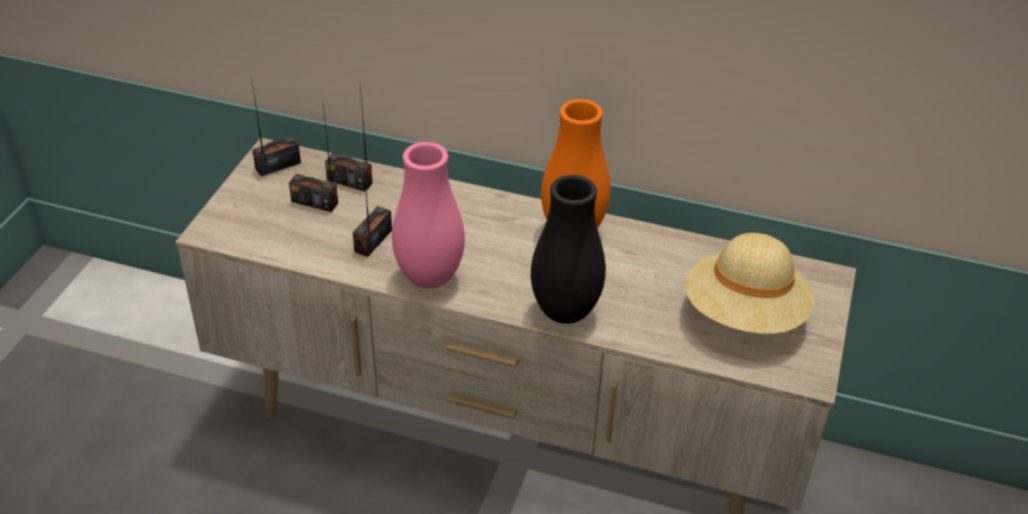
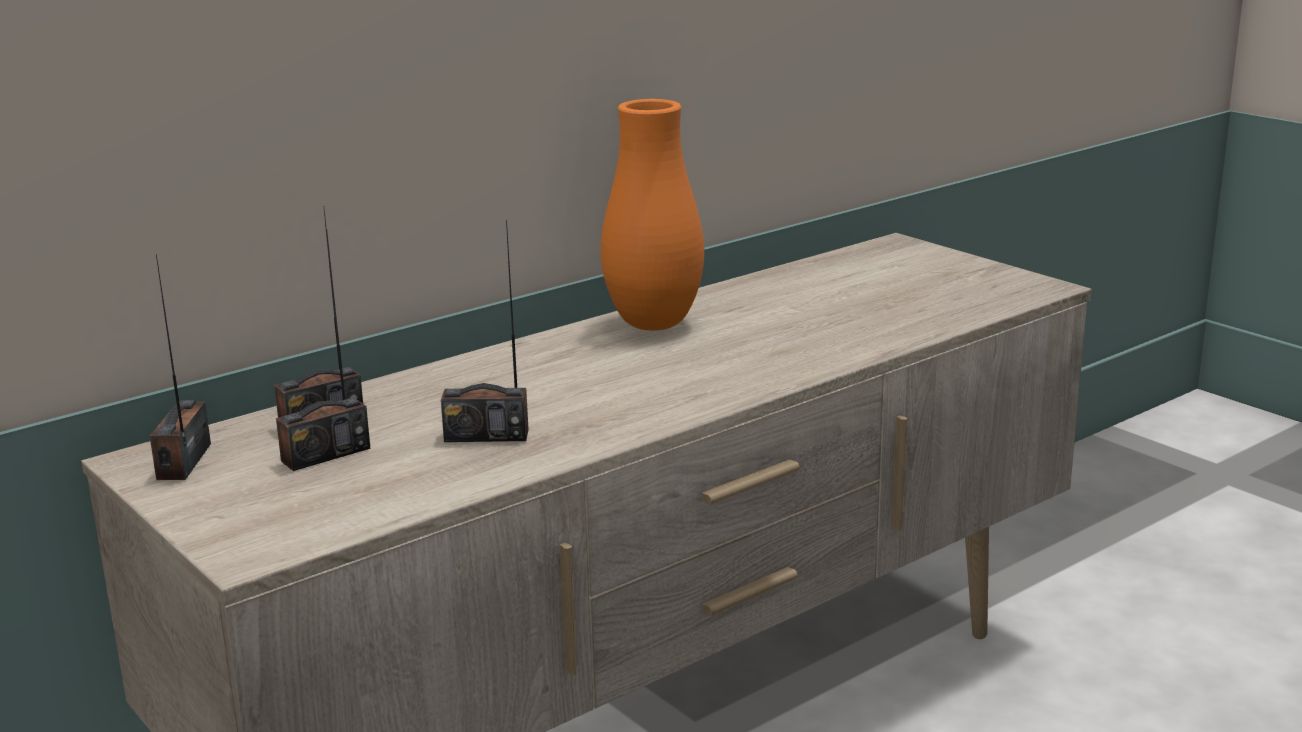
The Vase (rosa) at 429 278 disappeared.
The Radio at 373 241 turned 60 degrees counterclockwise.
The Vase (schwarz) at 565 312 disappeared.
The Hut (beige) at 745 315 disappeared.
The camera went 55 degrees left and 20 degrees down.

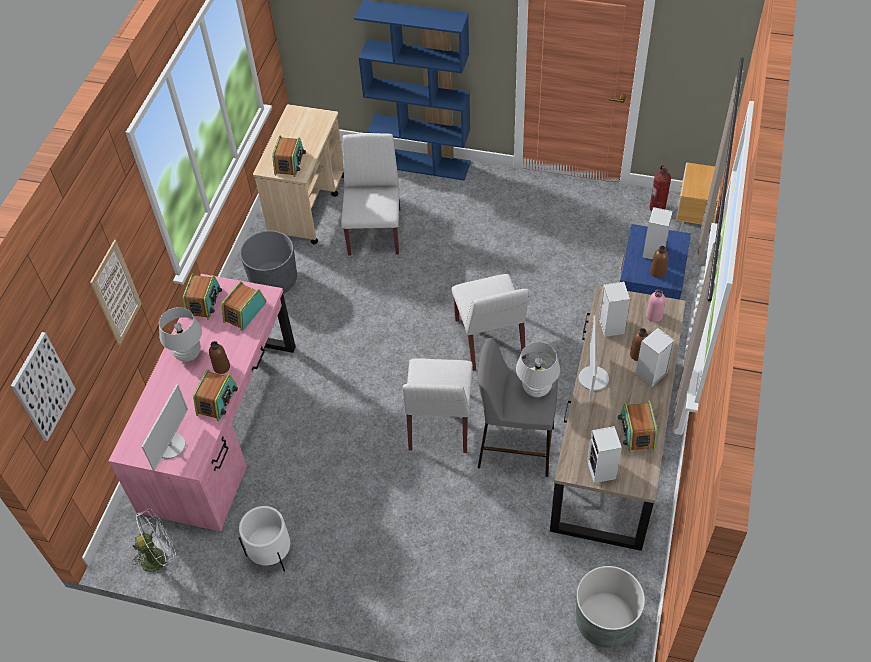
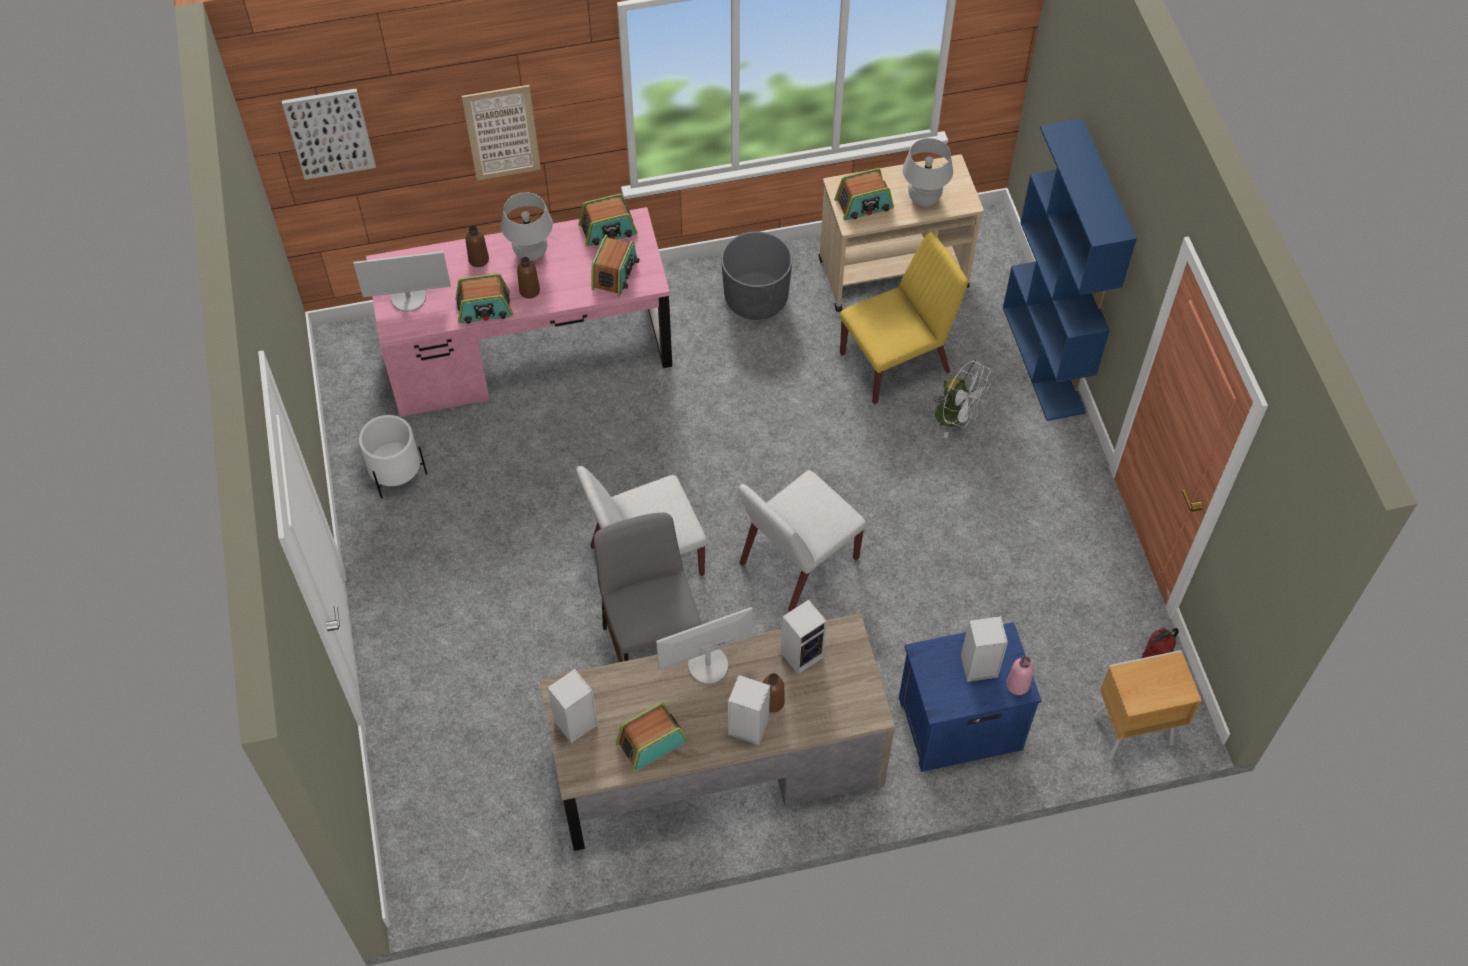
The Stuhl (weiß) at 374 231 became the Stuhl (gelb) at 896 362.
The Flasche (braun) moved from 658 272 to 478 259.
The Radio at 244 312 turned 105 degrees clockwise.
The Flasche (rosa) moved from 654 315 to 1018 684.
The Tischlampe (weiß) moved from 536 389 to 923 198.
The Ventilator (weiß) moved from 159 556 to 956 417.
The Pflanzkübel (grau) at 605 621 disappeared.
The camera went 60 degrees right and 5 degrees up.

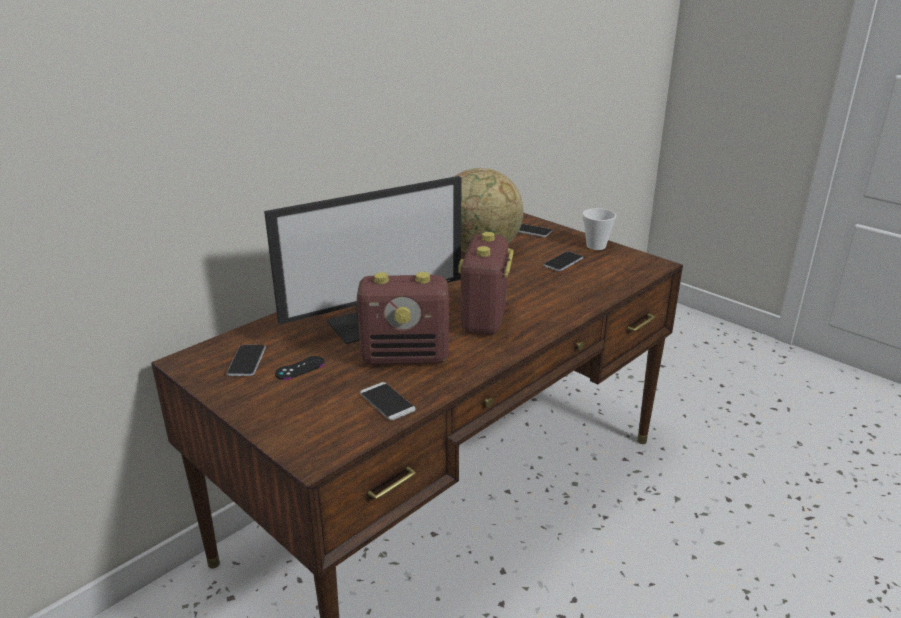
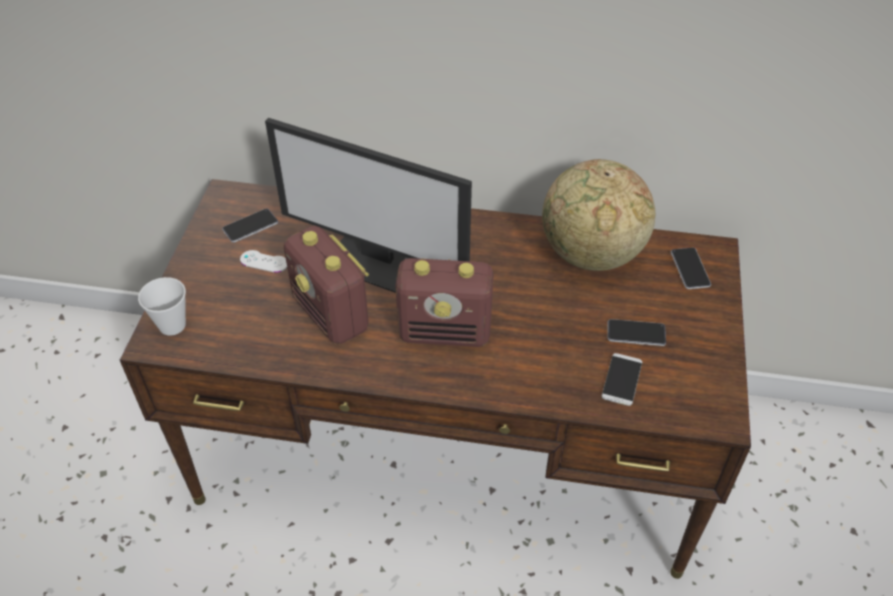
The Tasse moved from 596 246 to 172 325.
The Radio at 484 319 turned 150 degrees counterclockwise.
The Gamepad (schwarz) at 300 368 became the Gamepad (weiß) at 264 261.
The Handy moved from 387 402 to 622 379.
The camera went 55 degrees right and 20 degrees up.

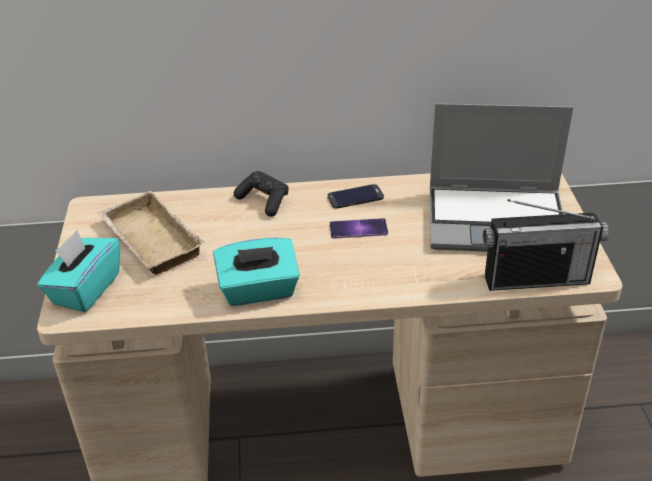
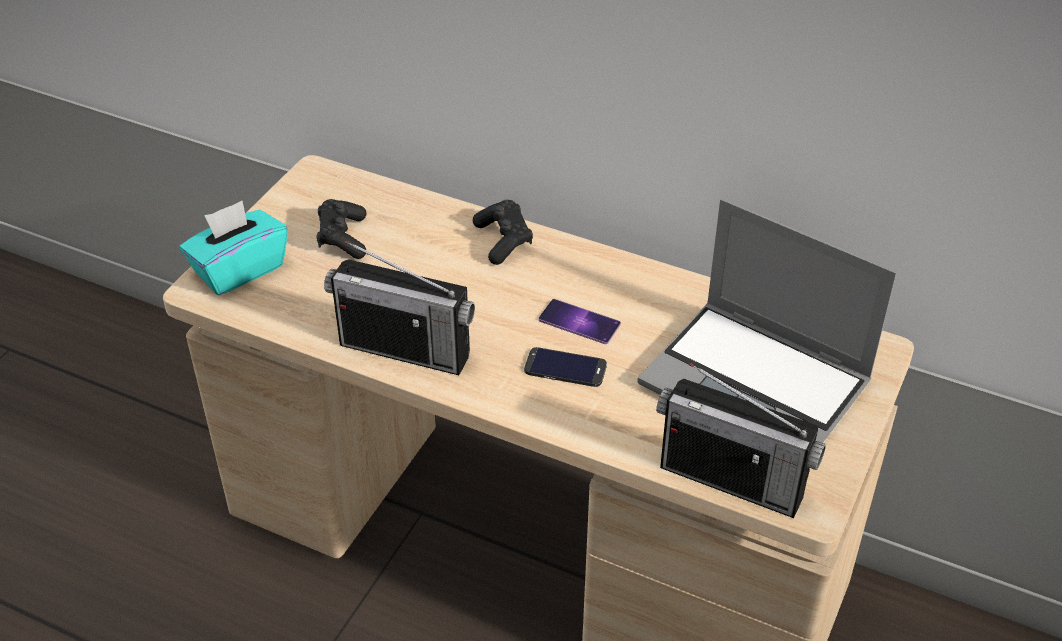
The Handy moved from 355 197 to 565 368.
The Tablett (beige) at 148 240 was replaced by the Gamepad (schwarz) at 343 238.
The Taschentuchbox (türkis) at 259 291 was replaced by the Radio at 405 349.
The camera went 30 degrees right and 5 degrees up.

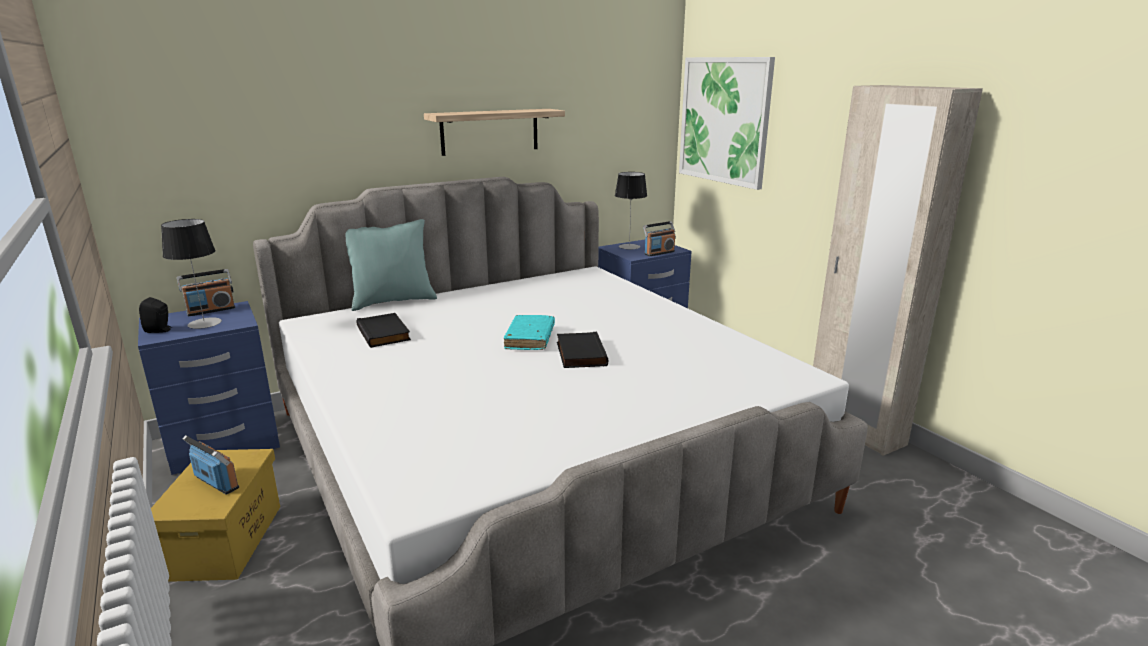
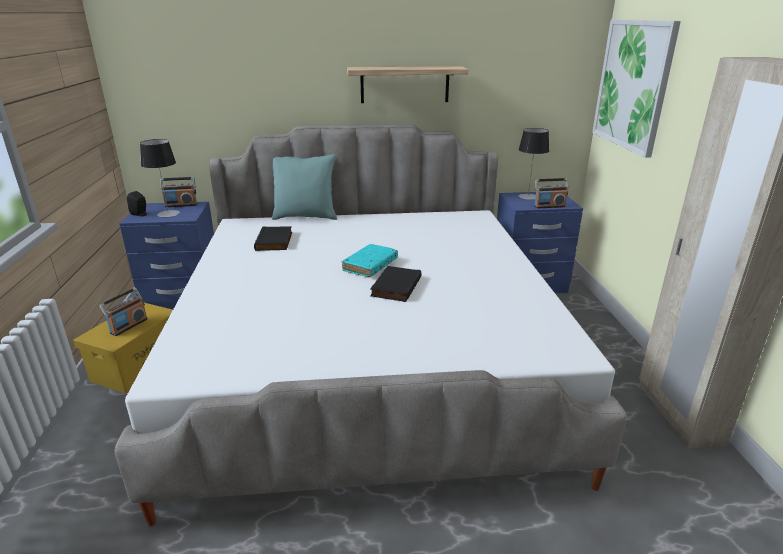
The Radio at 216 483 turned 60 degrees clockwise.
The camera went 25 degrees right and 5 degrees up.

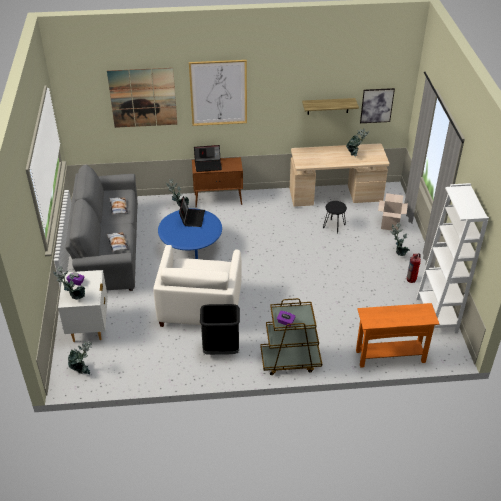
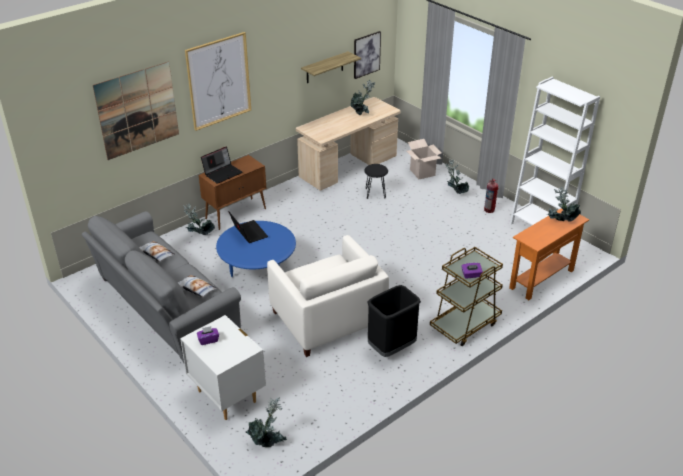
The Topfpflanze moved from 73 297 to 560 223.
The camera went 35 degrees left and 5 degrees down.

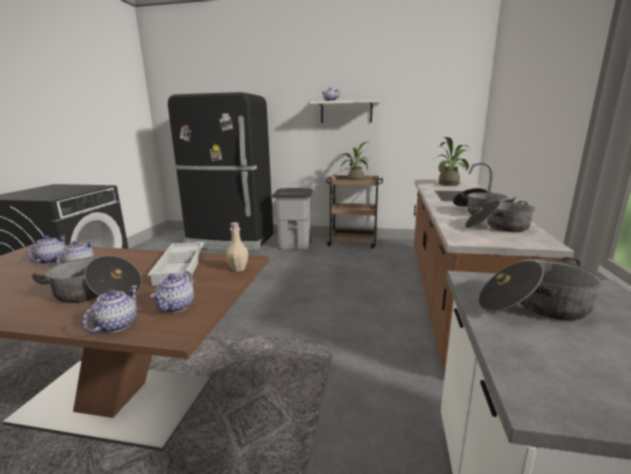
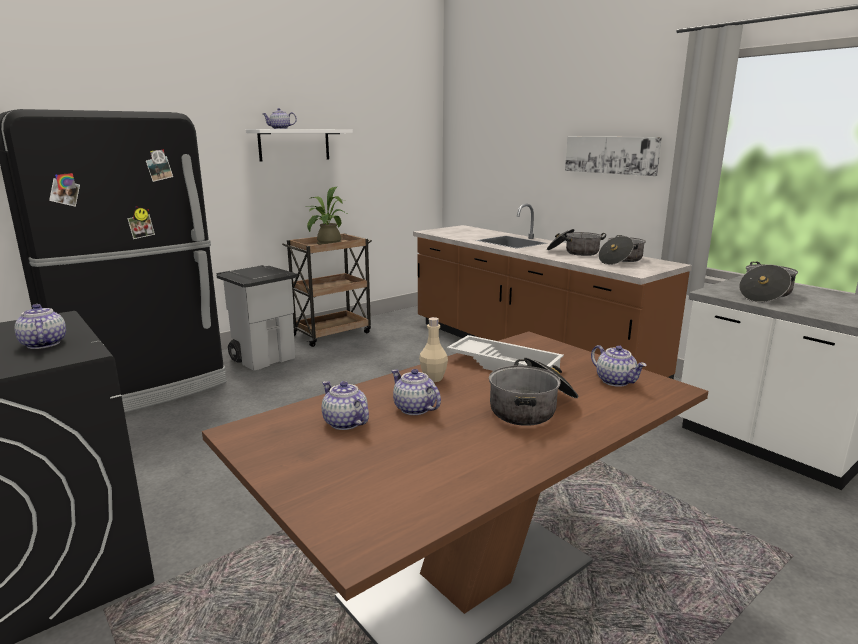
The Topfpflanze at 451 184 disappeared.
The Flasche (beige) moved from 238 269 to 433 378.
The Teekanne moved from 116 325 to 43 344.
The Bild at 611 155 appeared.
The camera went 50 degrees left and 0 degrees up.

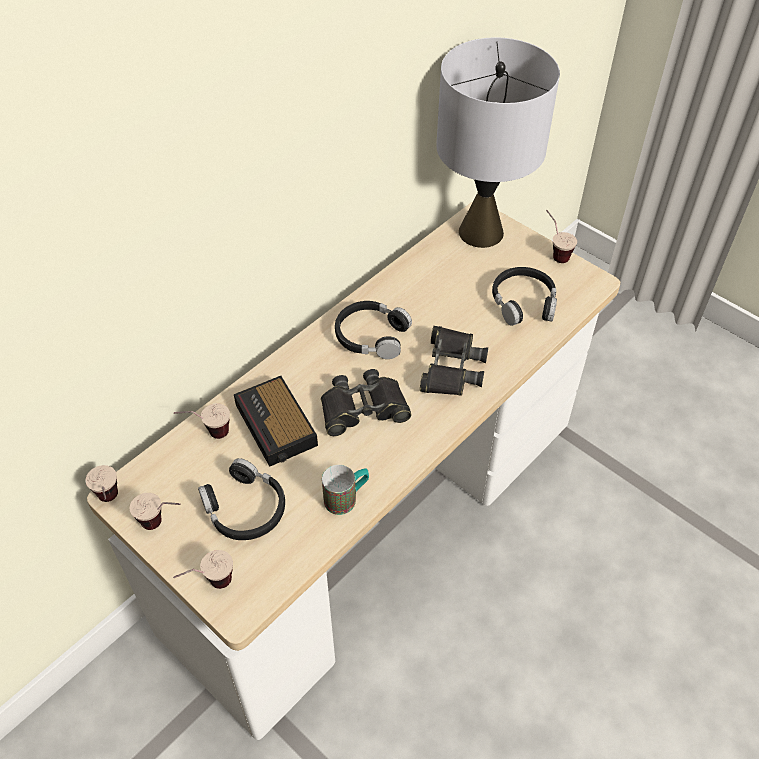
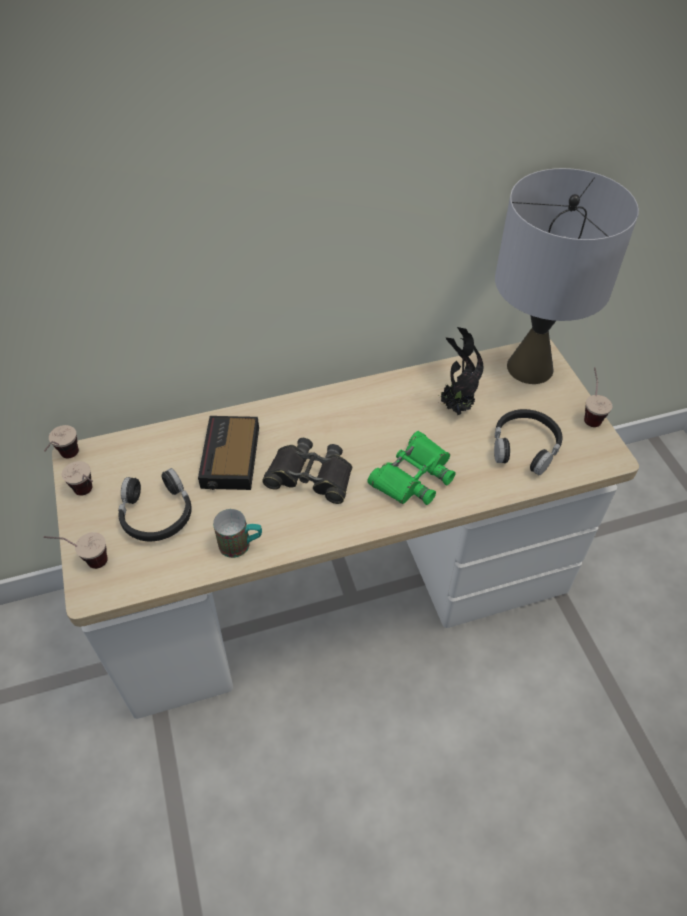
The Kopfhörer (schwarz) at 371 336 disappeared.
The Fernglas (schwarz) at 451 368 became the Fernglas (grün) at 413 476.
The Tasse at 207 434 disappeared.
The Topfpflanze at 454 407 appeared.
The camera went 30 degrees right and 0 degrees up.

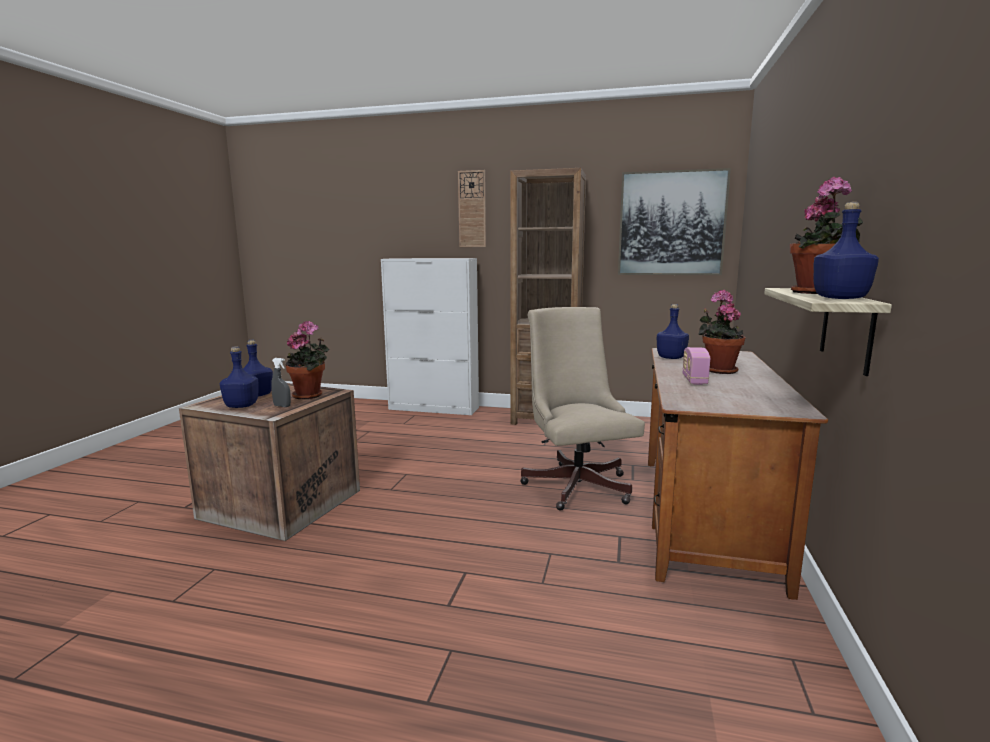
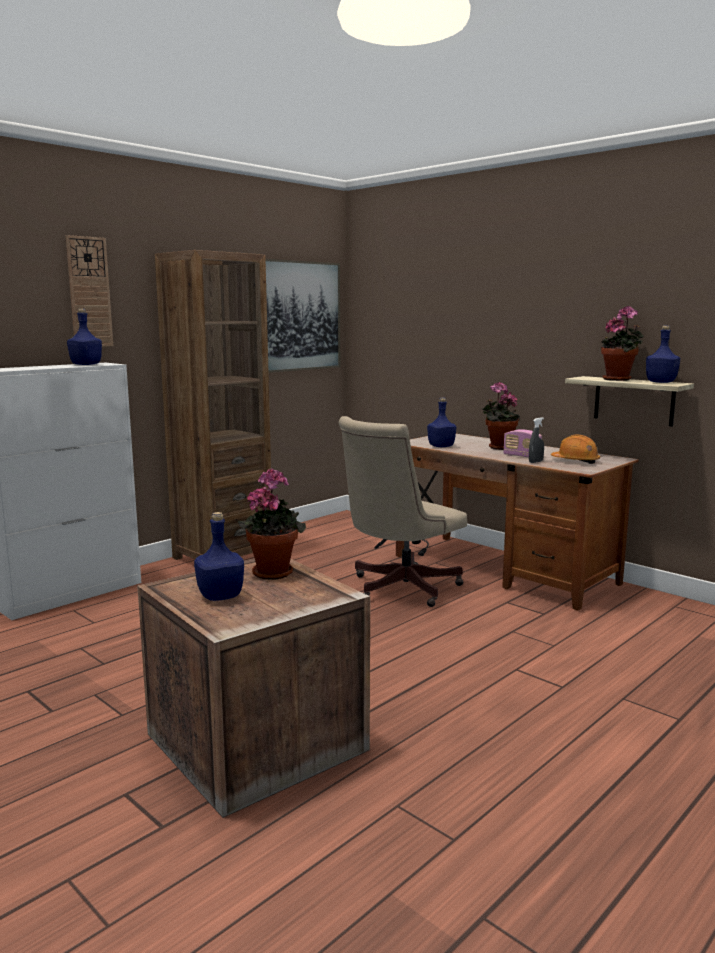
The Bürostuhl (beige) at 576 483 turned 60 degrees counterclockwise.
The Flasche (blau) moved from 242 405 to 85 364.
The Sprühflasche (grau) moved from 282 406 to 535 462.
The Schutzhelm (orange) at 575 461 appeared.
The camera went 60 degrees left and 0 degrees up.

